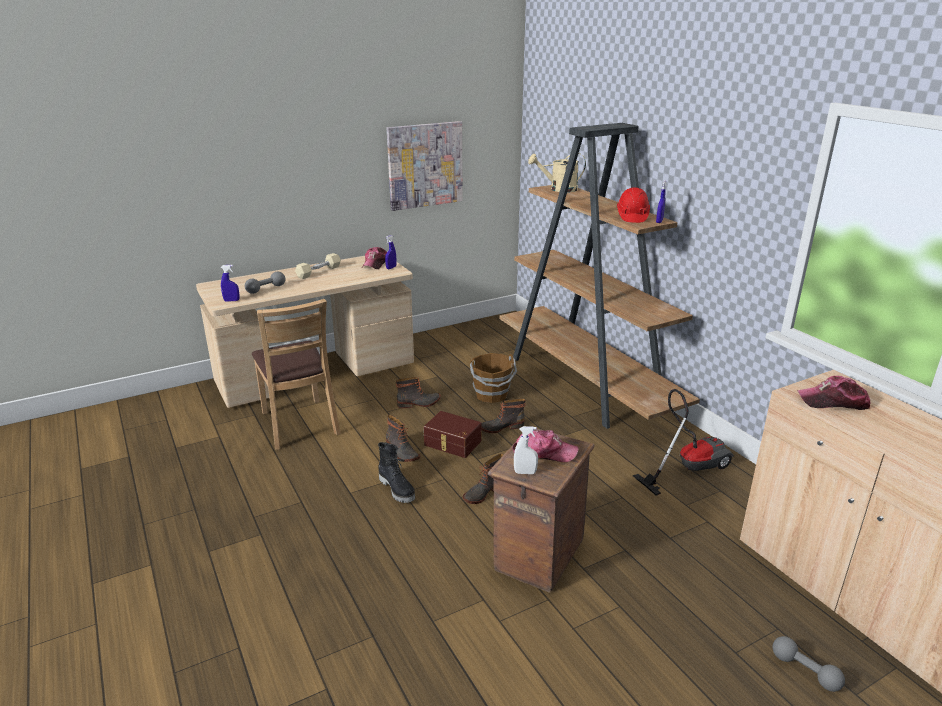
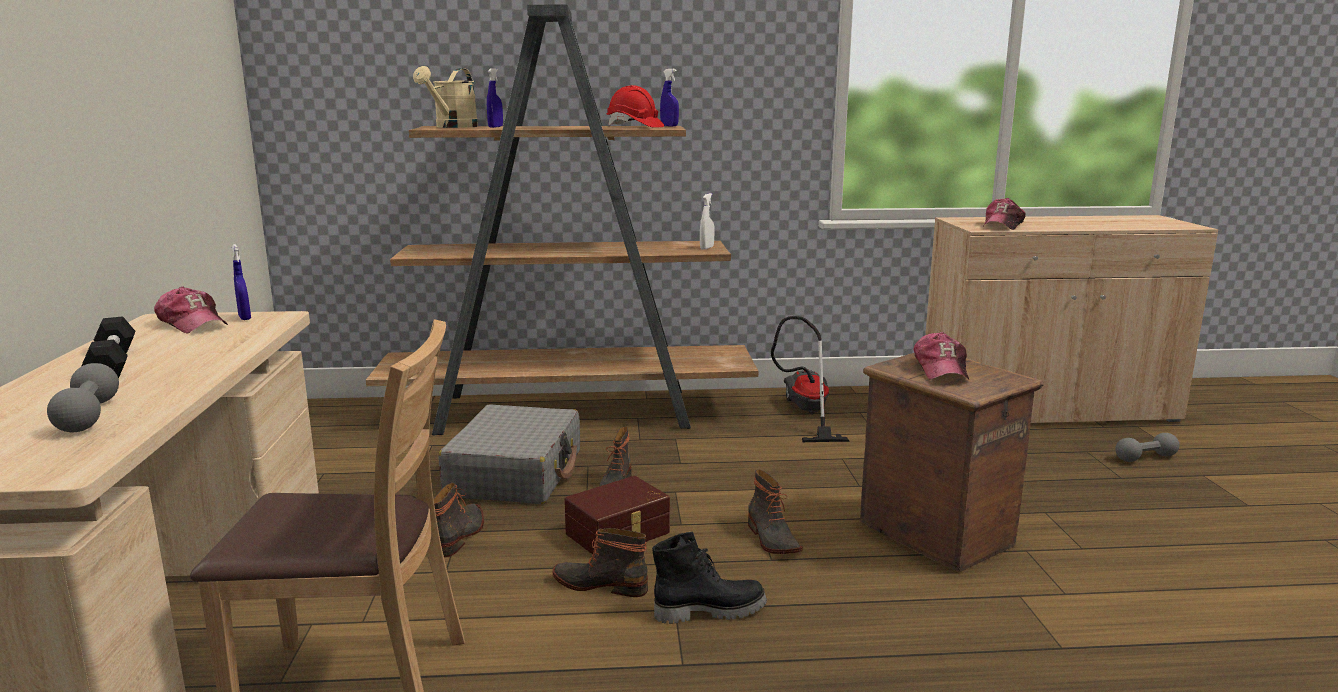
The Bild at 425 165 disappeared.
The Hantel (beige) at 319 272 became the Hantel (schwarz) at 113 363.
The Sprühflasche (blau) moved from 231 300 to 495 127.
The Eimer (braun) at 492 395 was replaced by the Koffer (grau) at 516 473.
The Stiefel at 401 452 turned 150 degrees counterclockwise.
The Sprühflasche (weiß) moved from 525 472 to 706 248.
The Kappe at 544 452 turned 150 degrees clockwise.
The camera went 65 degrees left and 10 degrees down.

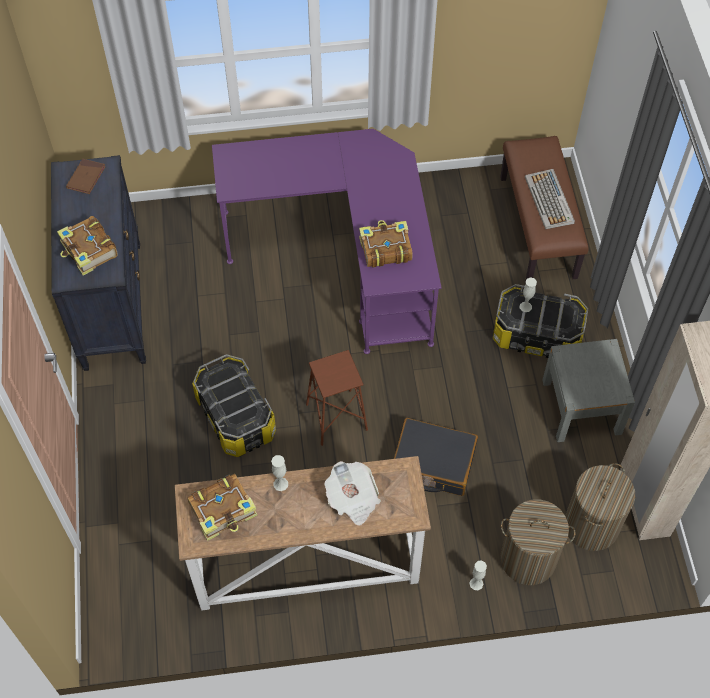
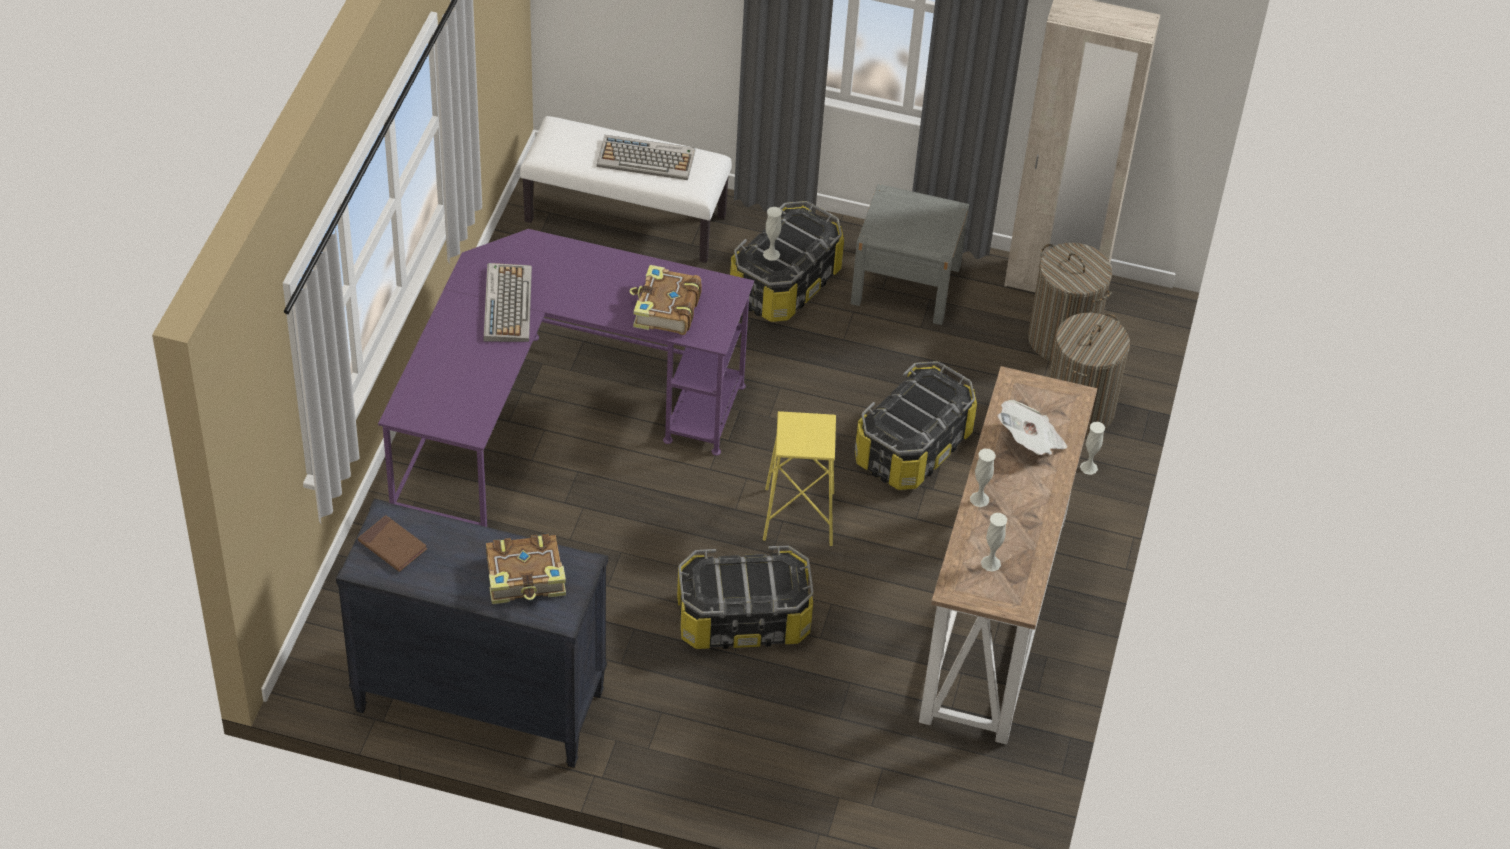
The Bank (braun) at 538 227 became the Bank (weiß) at 626 218.
The Hocker (braun) at 336 417 became the Hocker (gelb) at 798 517.
The Koffer (schwarz) at 433 463 was replaced by the Aufbewahrungsbox at 912 447.
The Buch at 223 511 was replaced by the Vase (weiß) at 990 563.
The Tastatur at 507 303 appeared.
The camera went 70 degrees left and 10 degrees down.

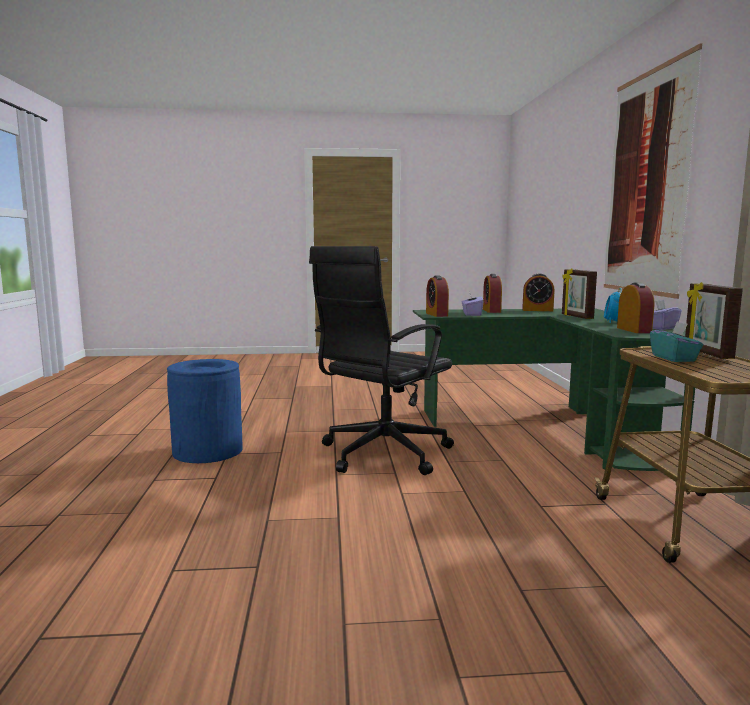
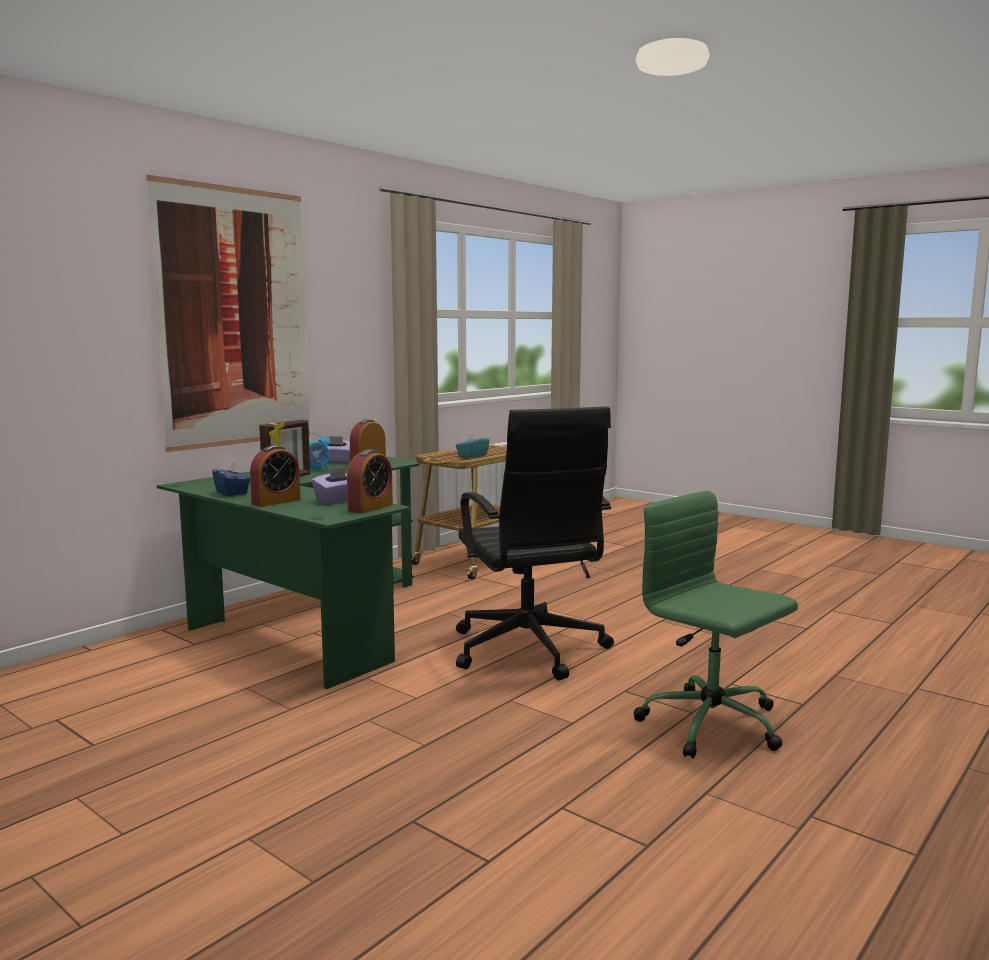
The Bürostuhl (schwarz) at 382 454 turned 75 degrees clockwise.
The Wecker at 537 310 was replaced by the Taschentuchbox (blau) at 232 493.
The Bilderrahmen at 706 353 disappeared.
The Mülleimer (blau) at 208 451 was replaced by the Bürostuhl (grün) at 713 725.
The camera went 135 degrees left and 0 degrees up.

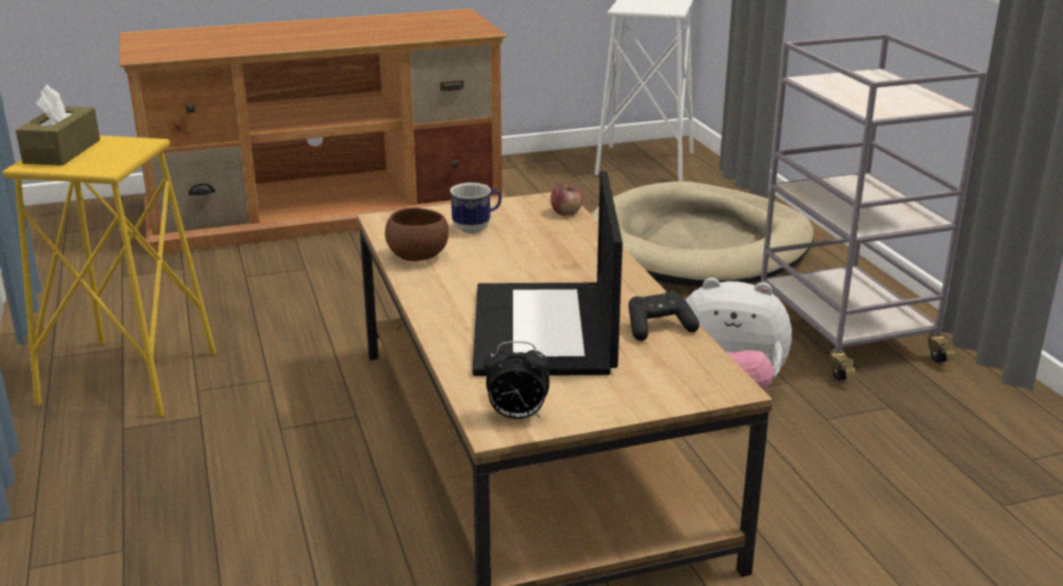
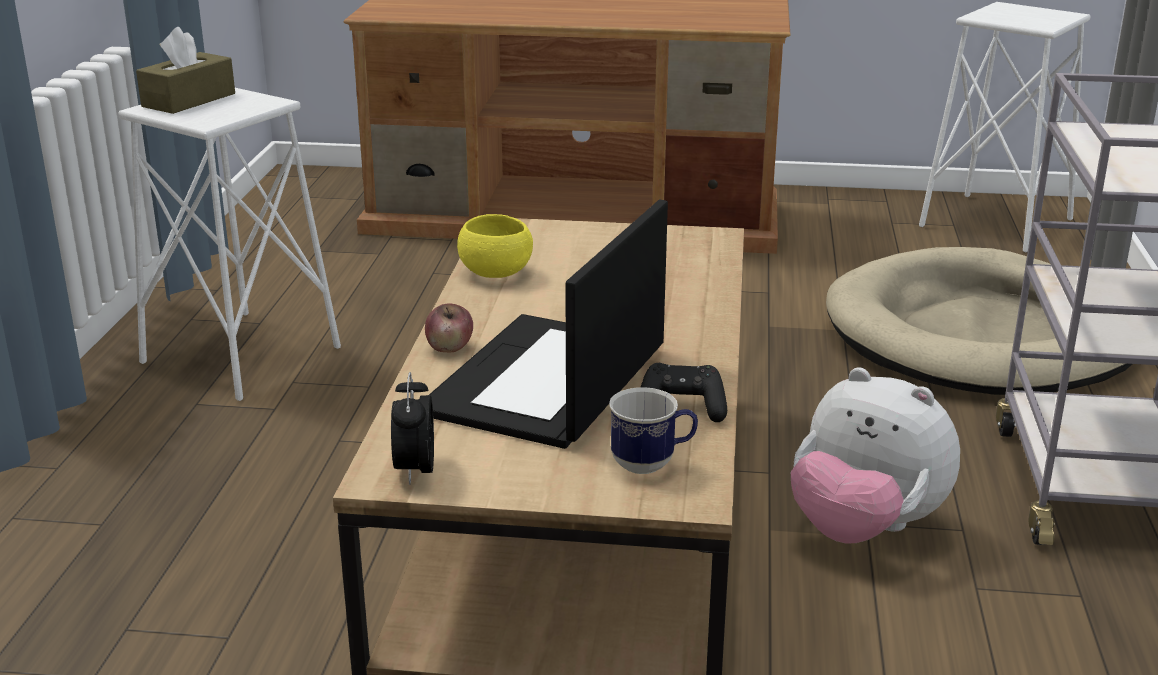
The Hocker (gelb) at 129 377 became the Hocker (weiß) at 242 354.
The Apfel moved from 566 212 to 450 347.
The Henkelbecher moved from 477 228 to 652 464.
The Schüssel (braun) at 418 257 became the Schüssel (gelb) at 495 273.
The Wecker at 516 417 turned 60 degrees clockwise.
The camera went 25 degrees right and 0 degrees up.

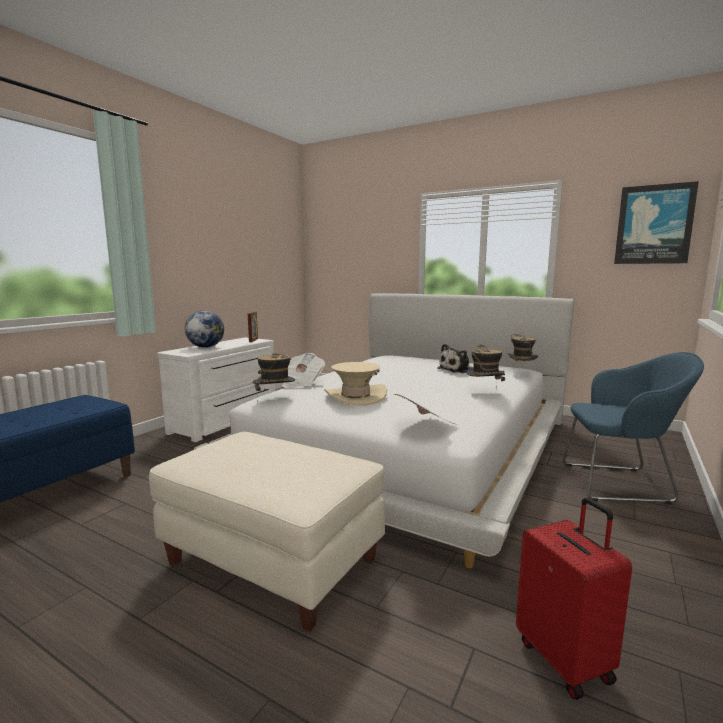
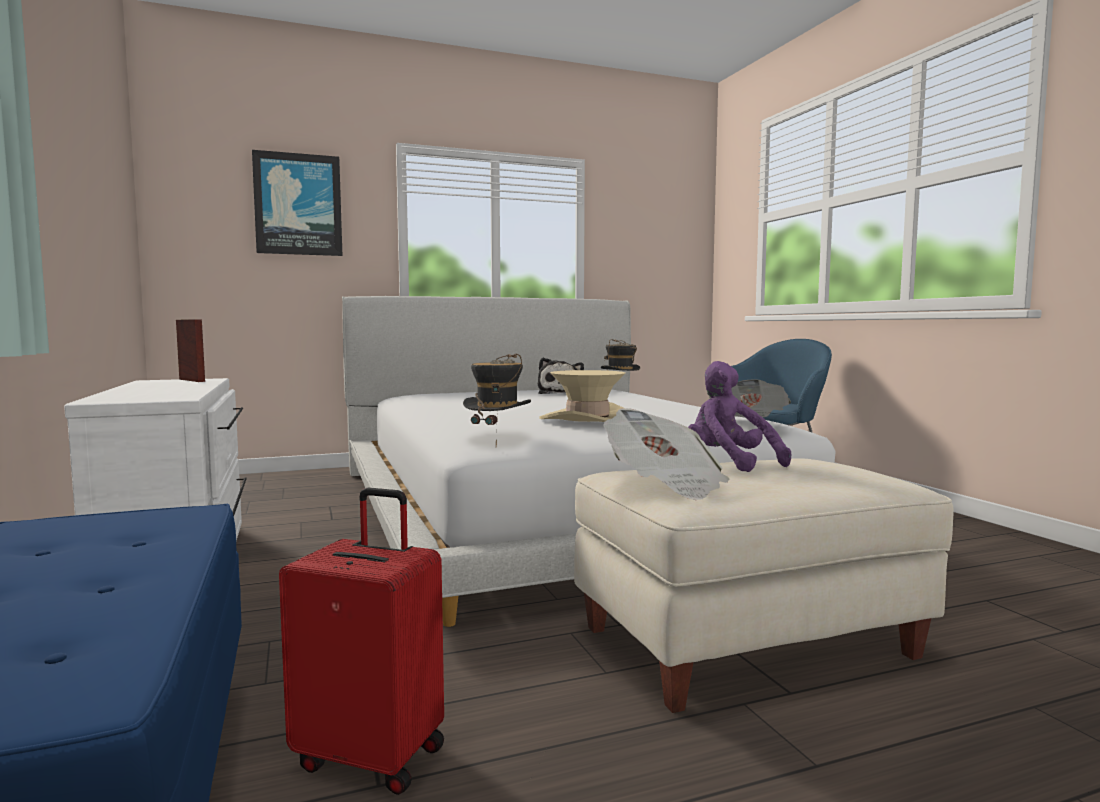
The Bild moved from 654 225 to 298 204.
The Globus at 205 347 disappeared.
The Hut at 484 392 disappeared.
The Zeitung moved from 301 383 to 665 485.
The Koffer (rot) moved from 565 659 to 372 755.
The Plüschtier (lila) at 728 464 appeared.
The camera went 50 degrees left and 5 degrees down.

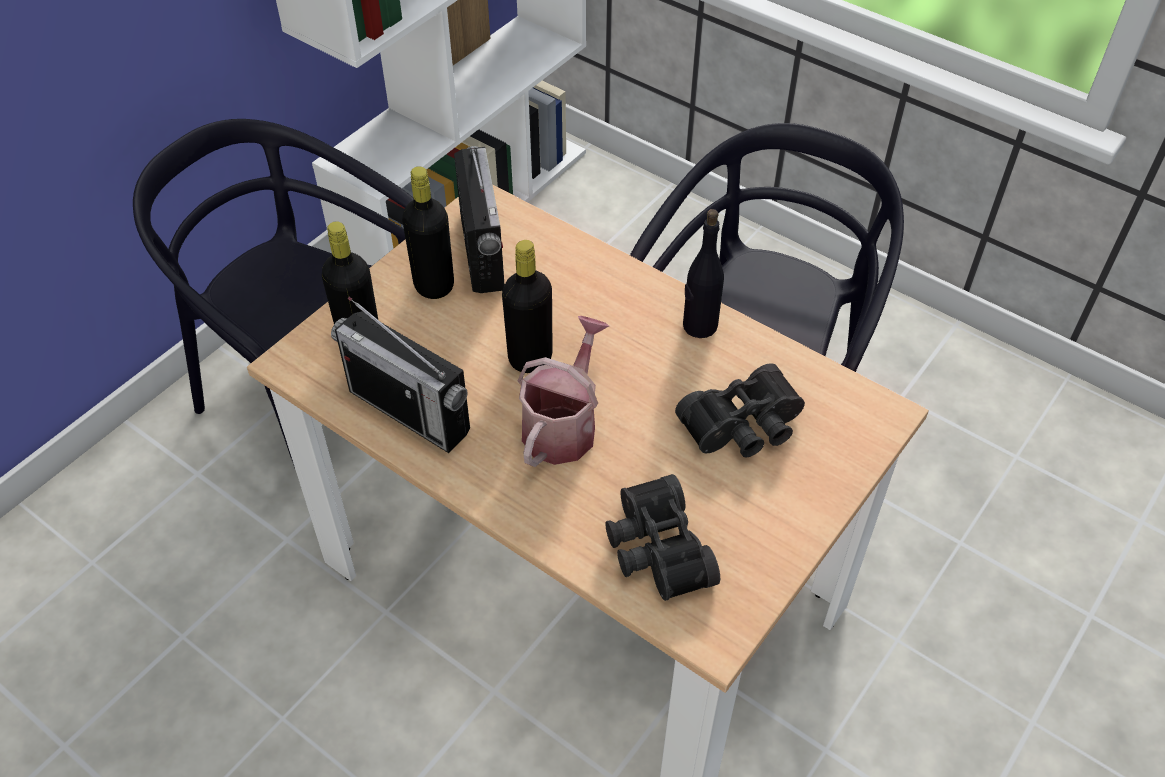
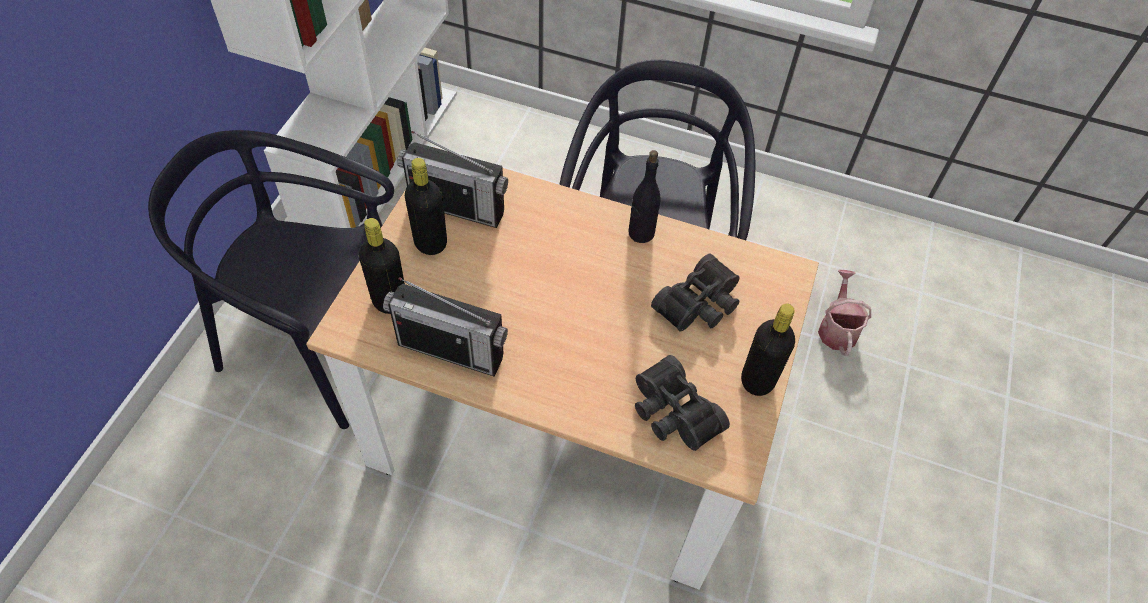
The Radio at 482 251 turned 135 degrees clockwise.
The Flasche (schwarz) moved from 530 358 to 757 380.
The Gießkanne moved from 563 425 to 837 328.
The camera went 20 degrees left and 5 degrees up.

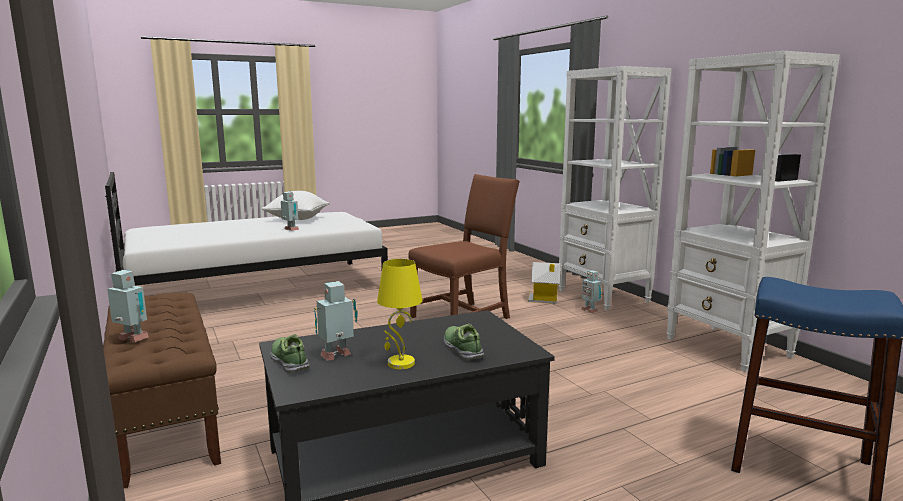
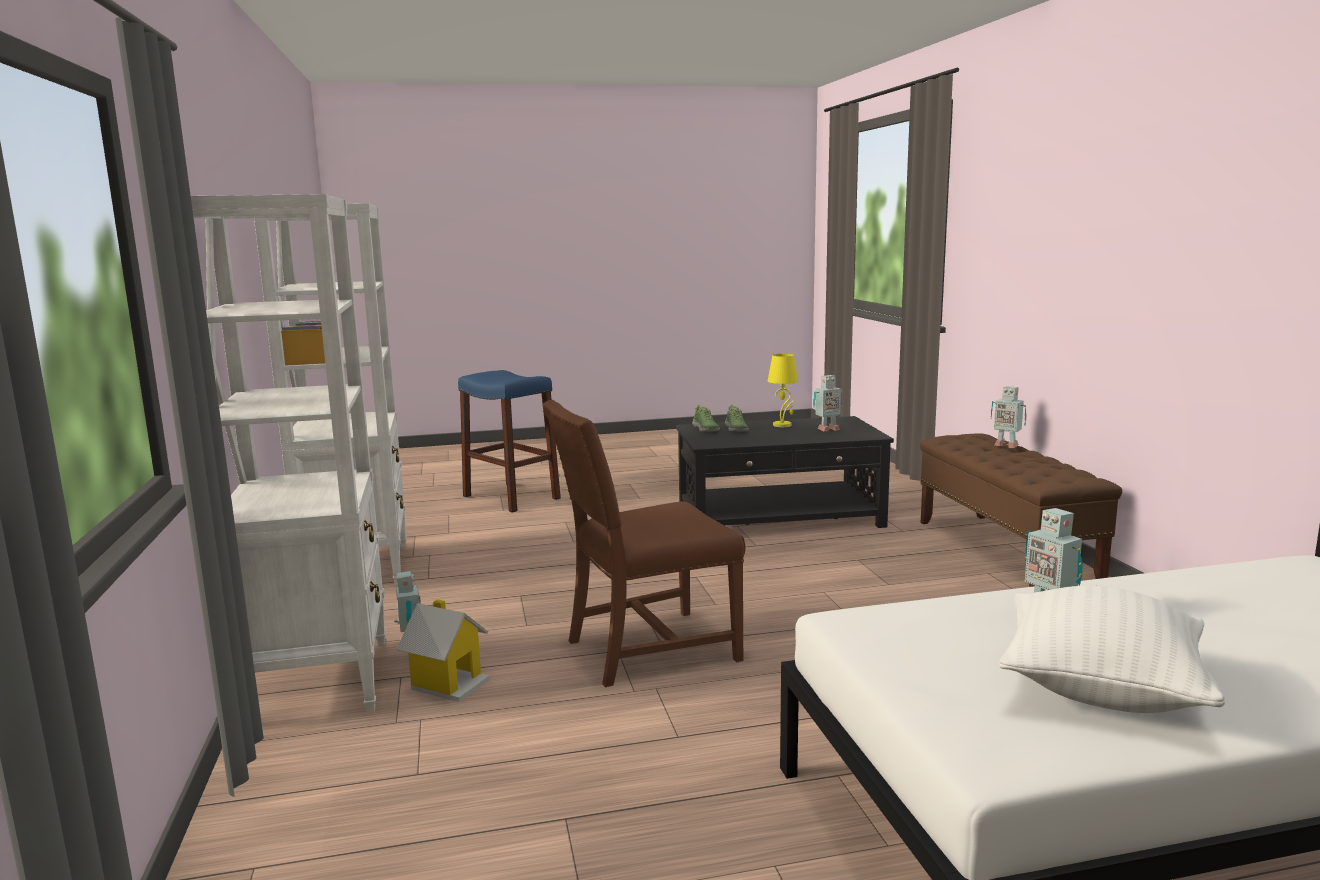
The Schuh moved from 290 361 to 705 429.
The camera went 165 degrees left and 0 degrees up.

